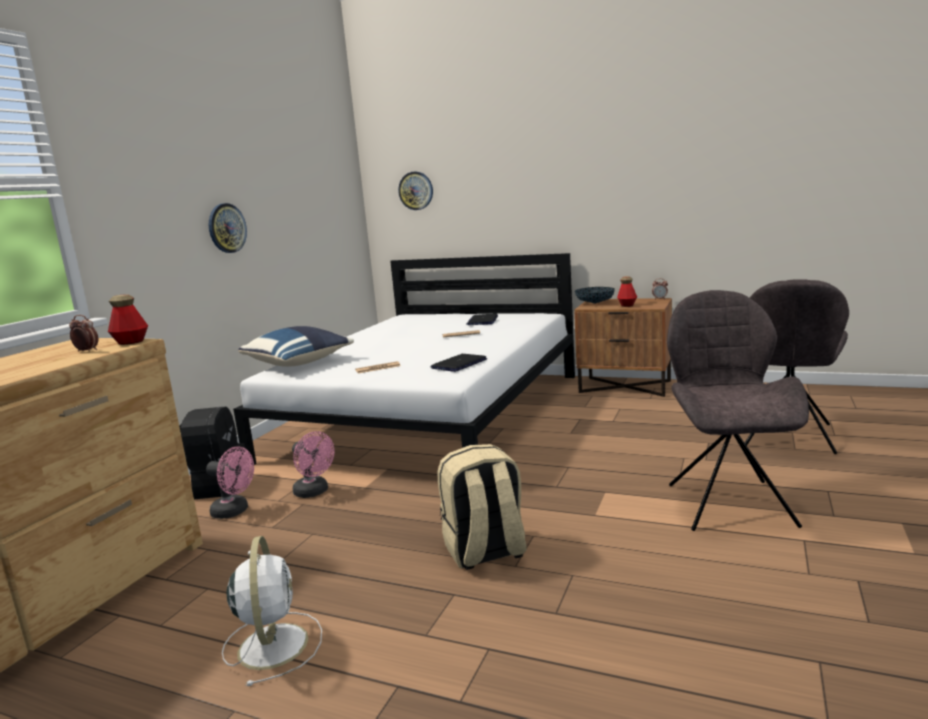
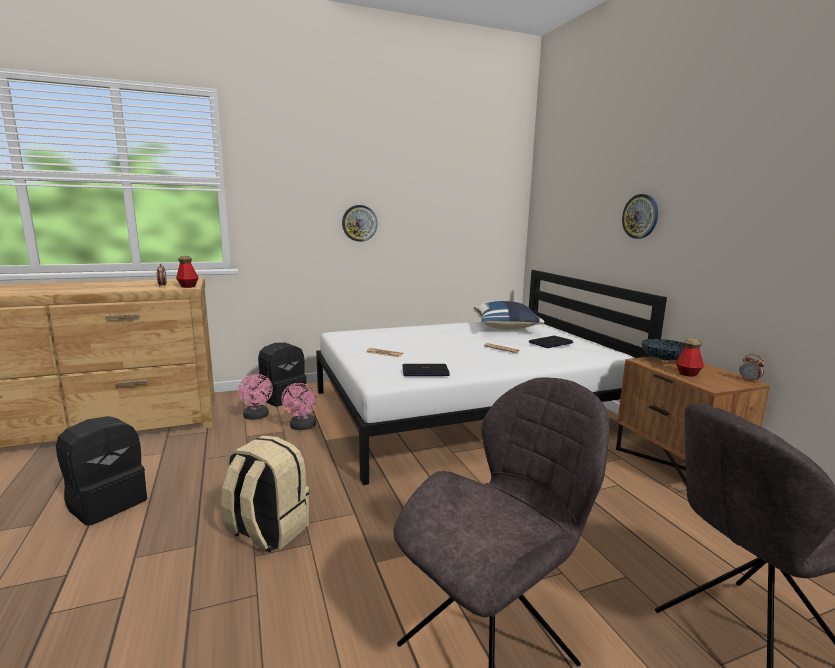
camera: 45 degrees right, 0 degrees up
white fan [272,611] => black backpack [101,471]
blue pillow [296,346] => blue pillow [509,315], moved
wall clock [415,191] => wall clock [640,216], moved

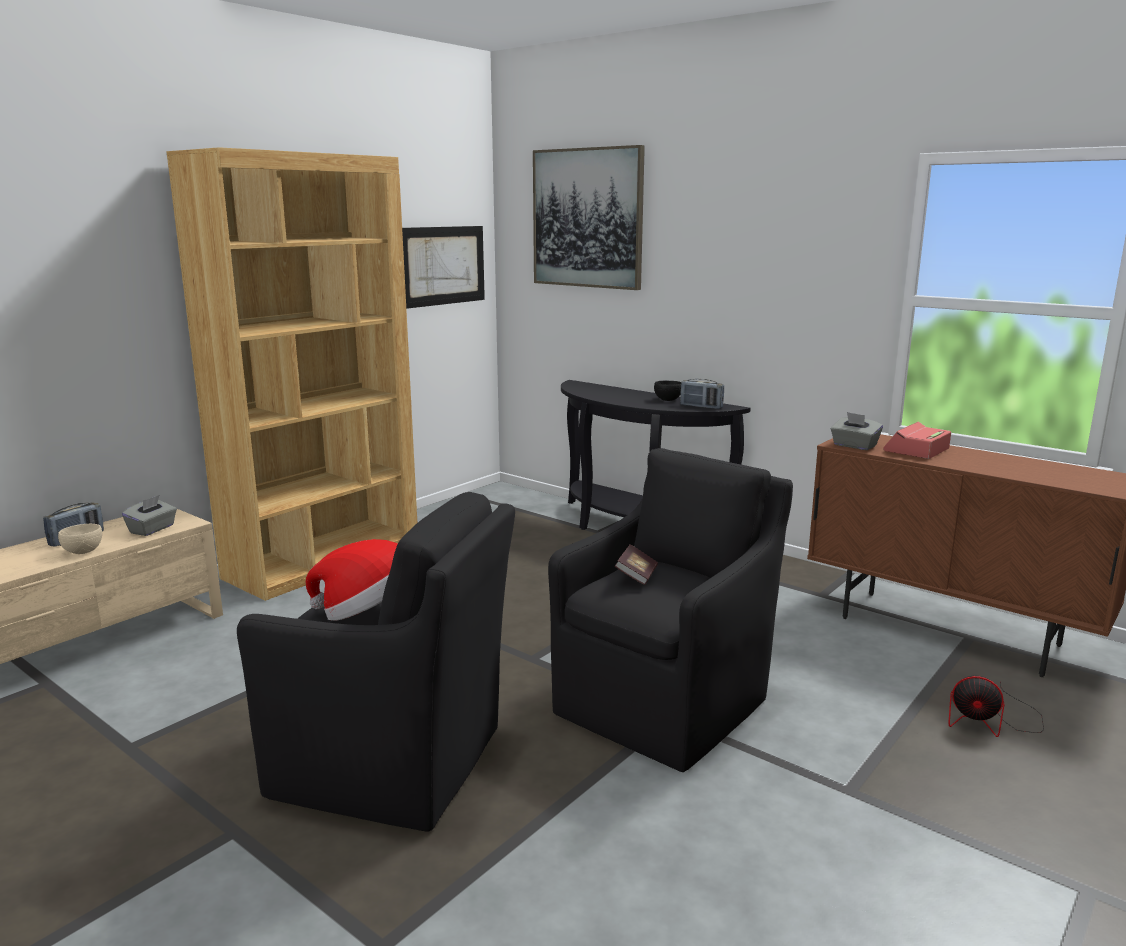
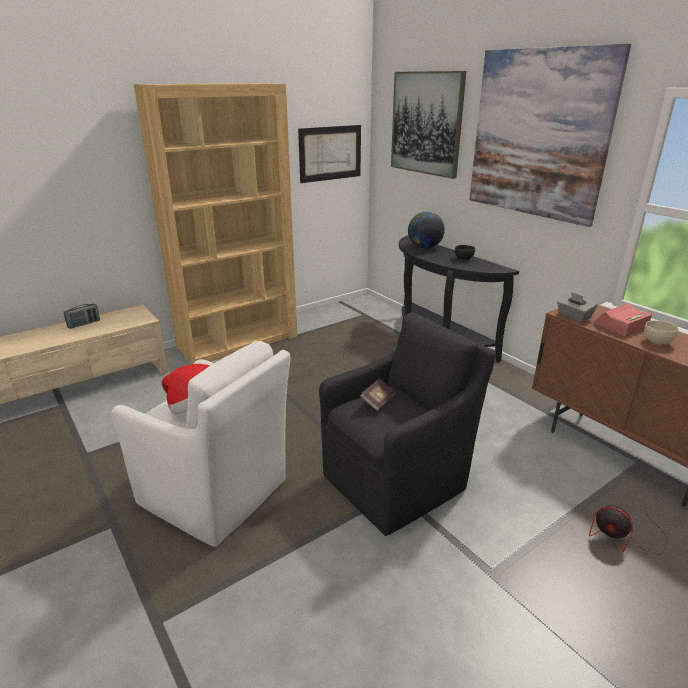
camera: 15 degrees right, 10 degrees up
beige bowl [80,539] => beige bowl [661,332], moved
grey tissue box [149,515] => nothing
black armchair [376,661] => white armchair [200,444]
radio [702,394] => nothing
nothing => globe [426,230]
nothing => picture [550,135]

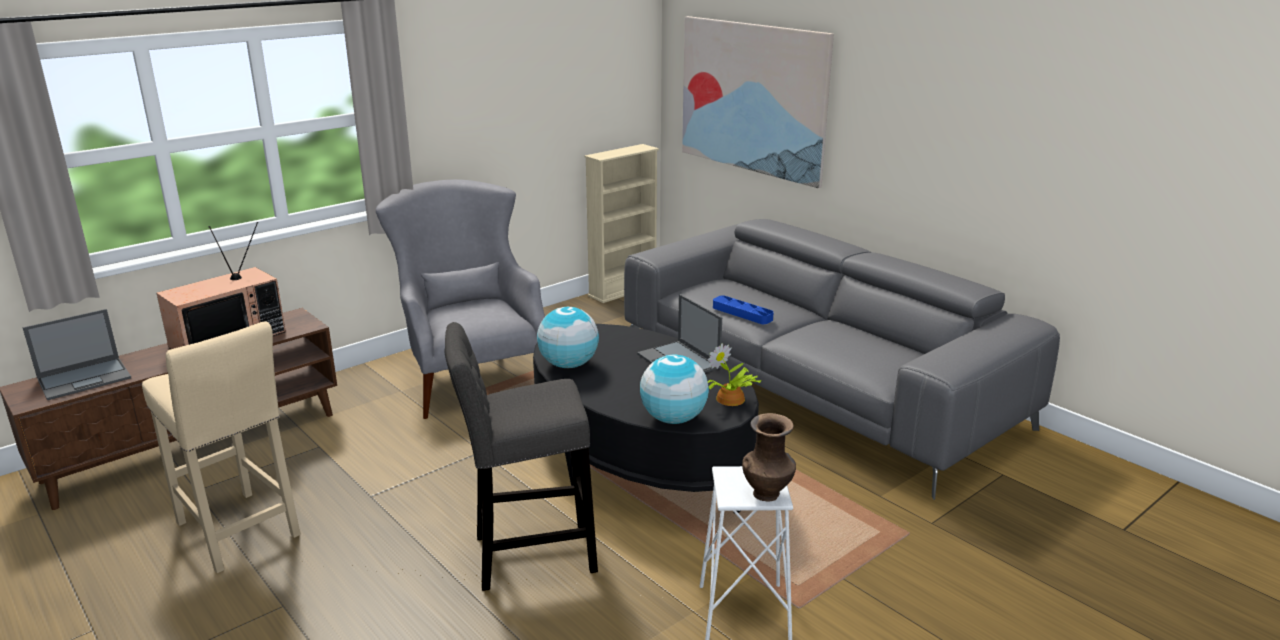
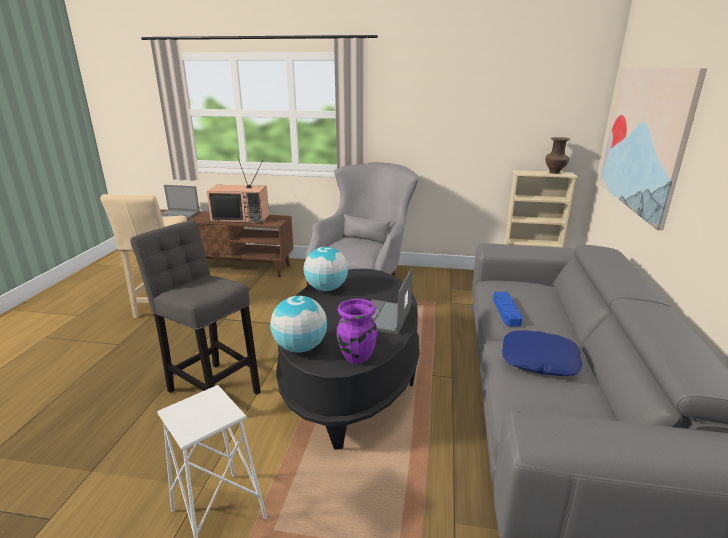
camera: 50 degrees right, 0 degrees up
potted plant [735,374] => purple vase [357,331]
brown vase [769,457] => brown vase [558,155], moved
nothing => blue pillow [542,353]

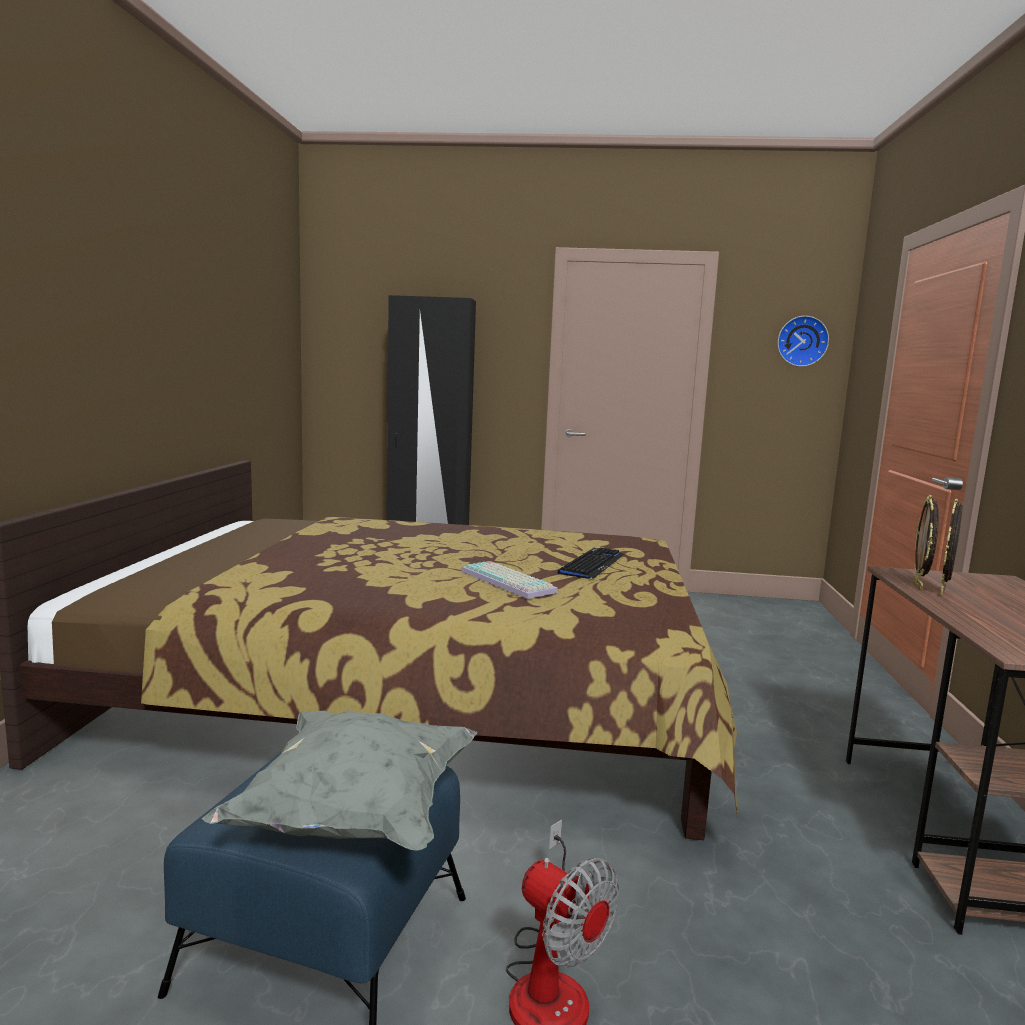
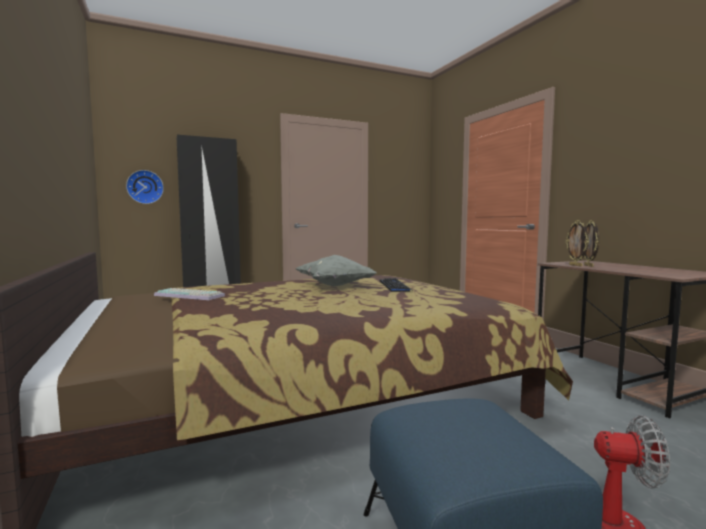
camera: 30 degrees left, 5 degrees down
grey pillow [340,780] => grey pillow [336,270], moved
keyboard [509,580] => keyboard [189,294], moved
wall clock [803,341] => wall clock [145,187], moved

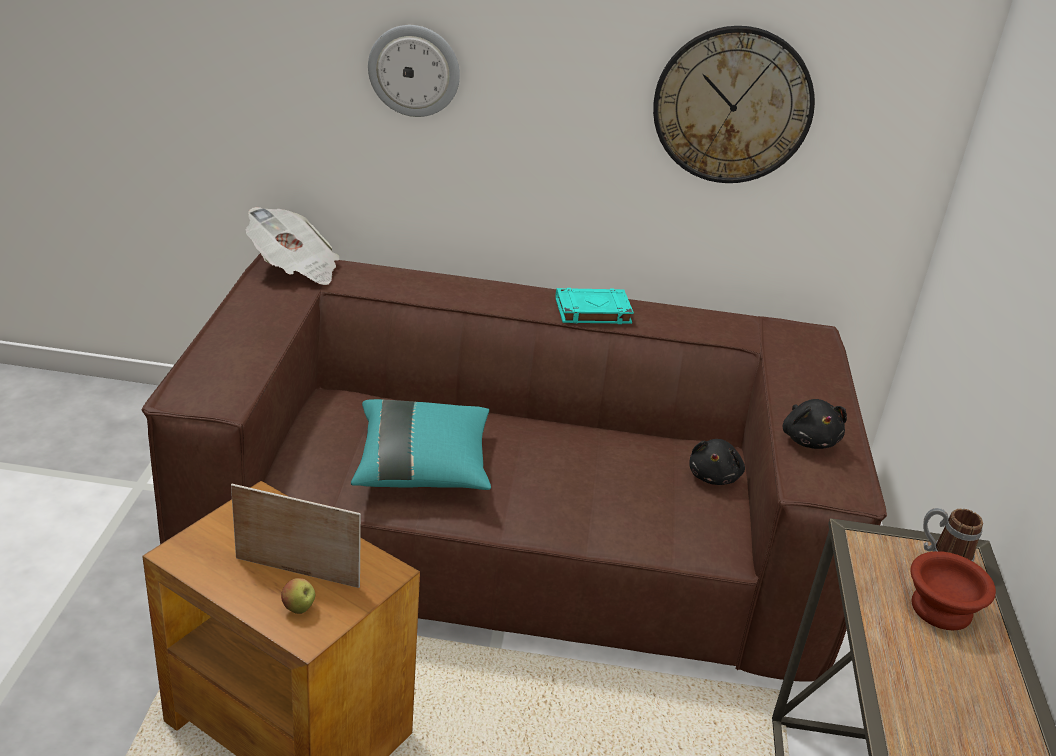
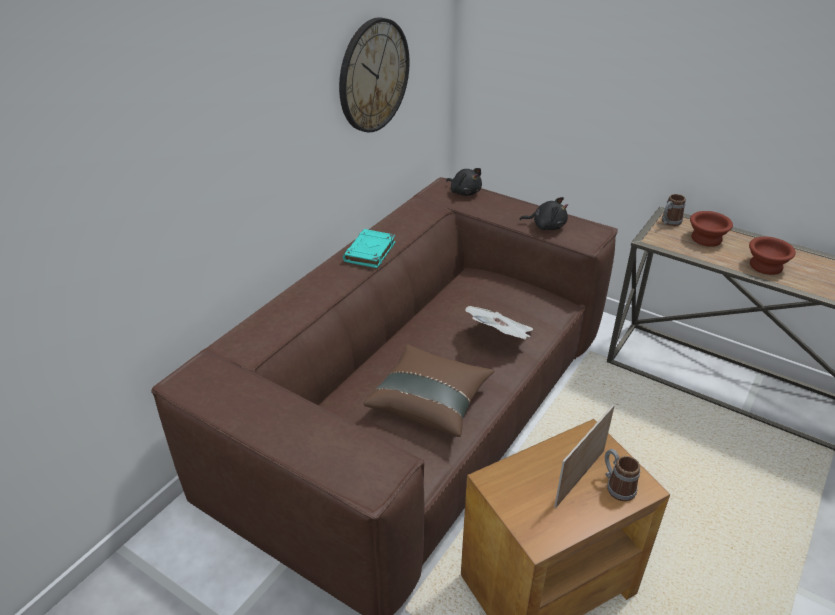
camera: 60 degrees left, 5 degrees up
newspaper [293,246] => newspaper [499,322], moved
apple [298,596] => mug [623,475]
turquoise pillow [421,444] => brown pillow [428,390]
wall clock [414,71] => nothing
black plush toy [717,462] => black plush toy [464,182], moved
nothing => brown bowl [772,256]

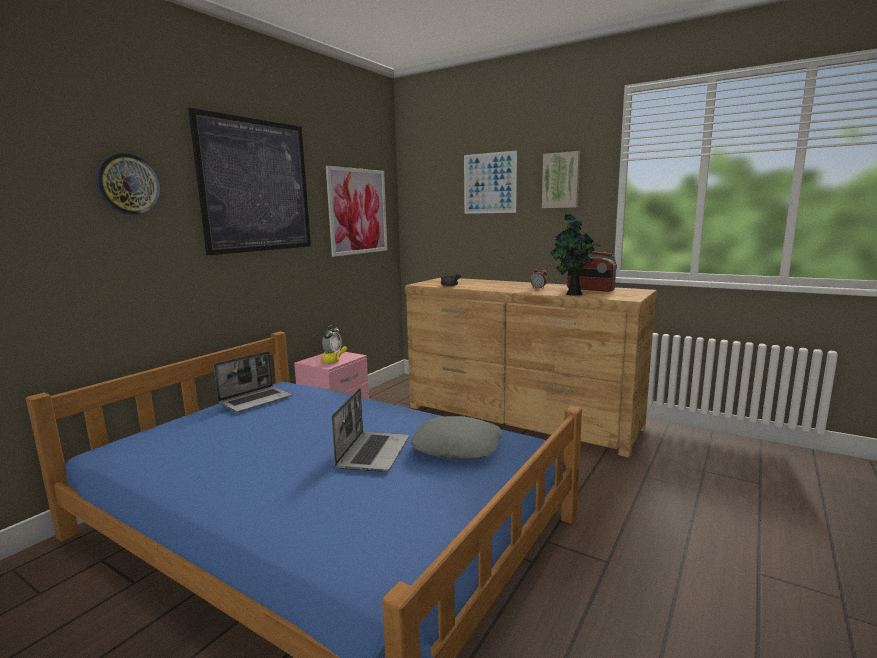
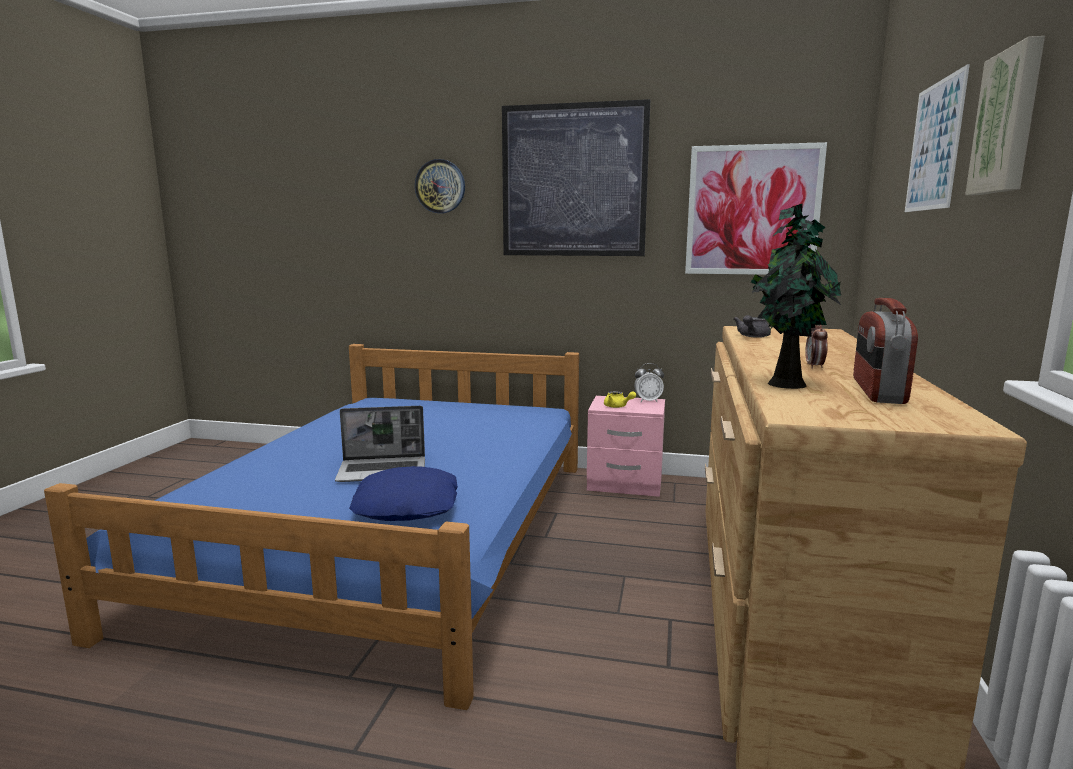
camera: 70 degrees right, 0 degrees up
laptop [253,381] => nothing
grey pillow [456,437] => blue pillow [403,493]

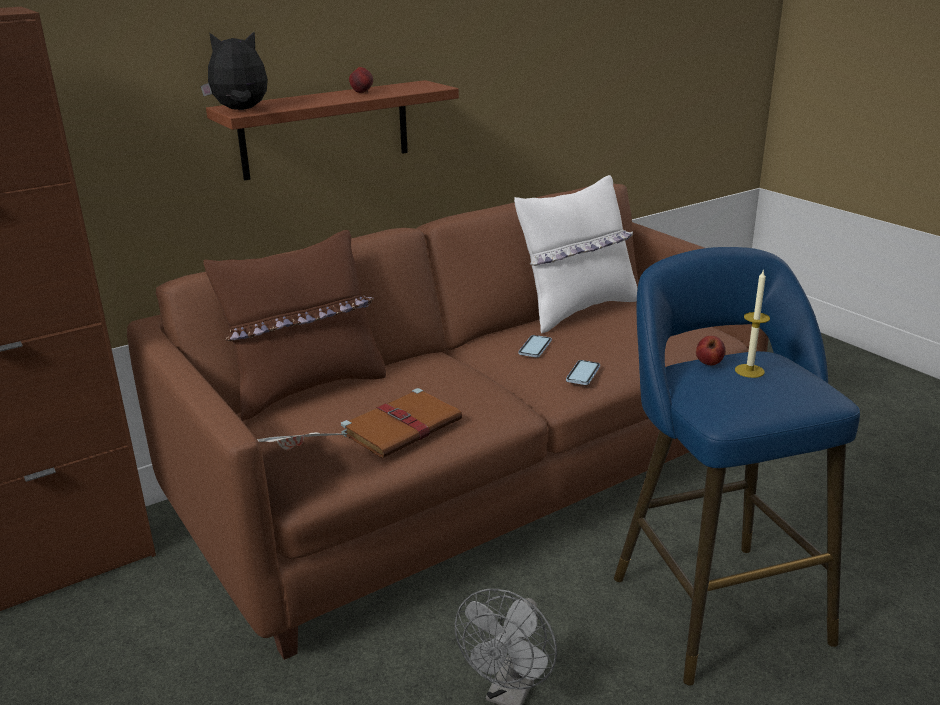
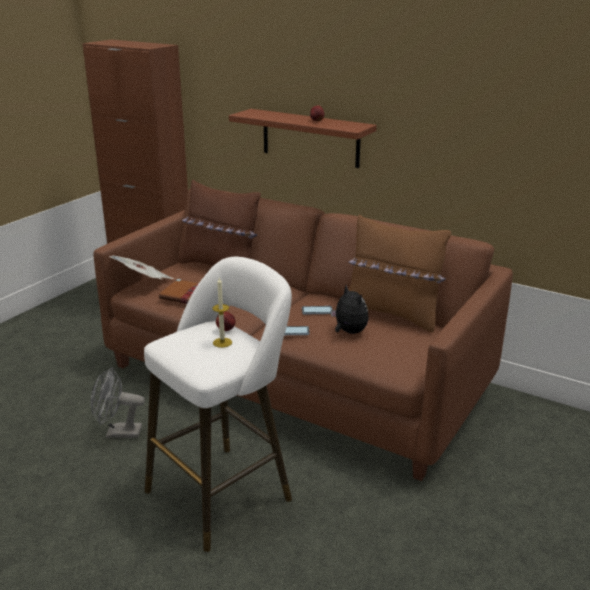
camera: 65 degrees right, 0 degrees up
plush toy [234,70] => plush toy [350,309], moved
white pillow [575,254] => brown pillow [399,273]
blue stool [737,466] => white stool [218,404]

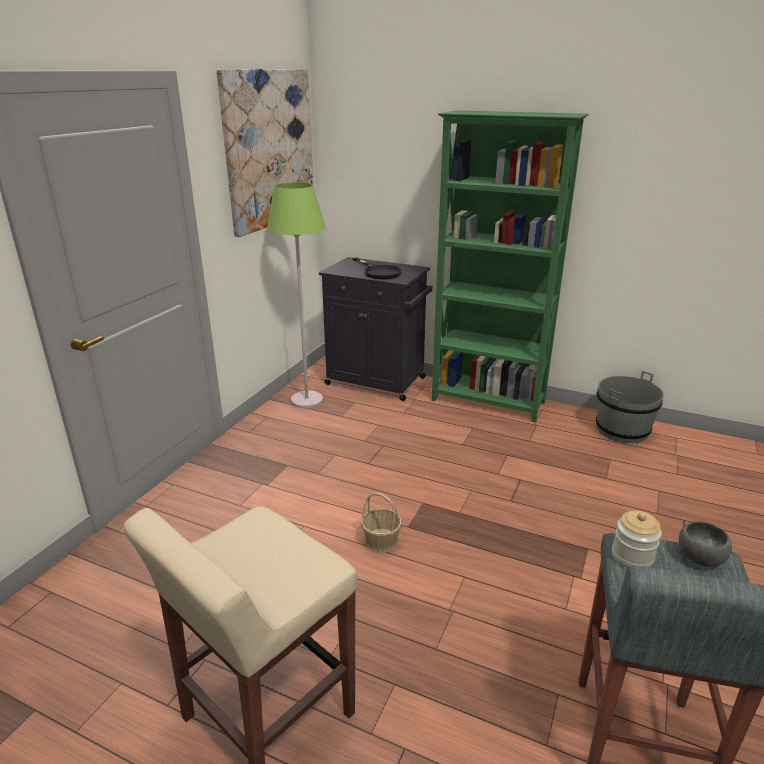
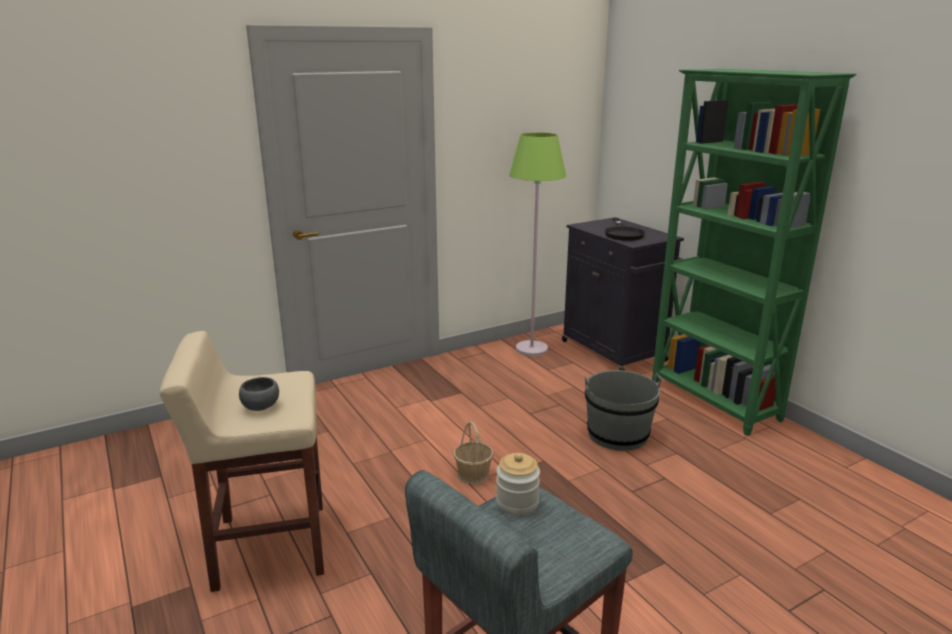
camera: 35 degrees right, 5 degrees down
picture [264,153] => nothing
grey bucket [630,407] => grey bucket [623,410], moved
grey bowl [705,544] => grey bowl [259,394], moved

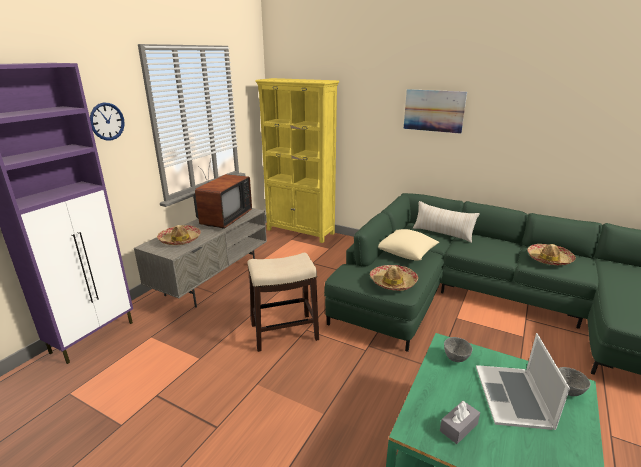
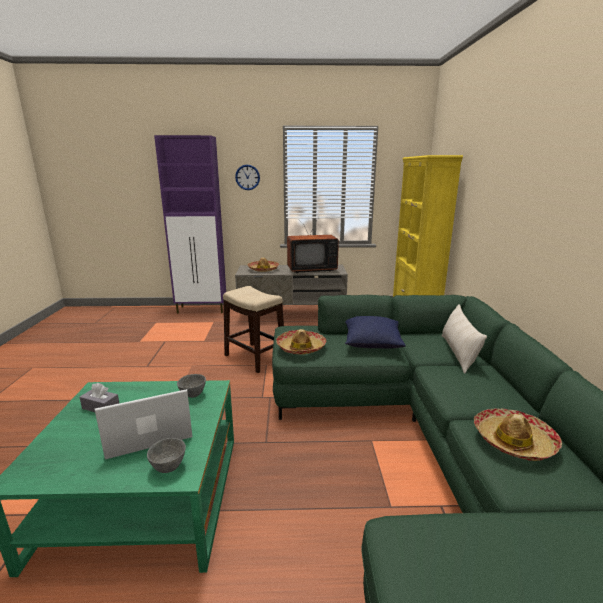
camera: 60 degrees right, 5 degrees down
beige pillow [408,245] => blue pillow [375,332]
picture [435,111] => nothing

